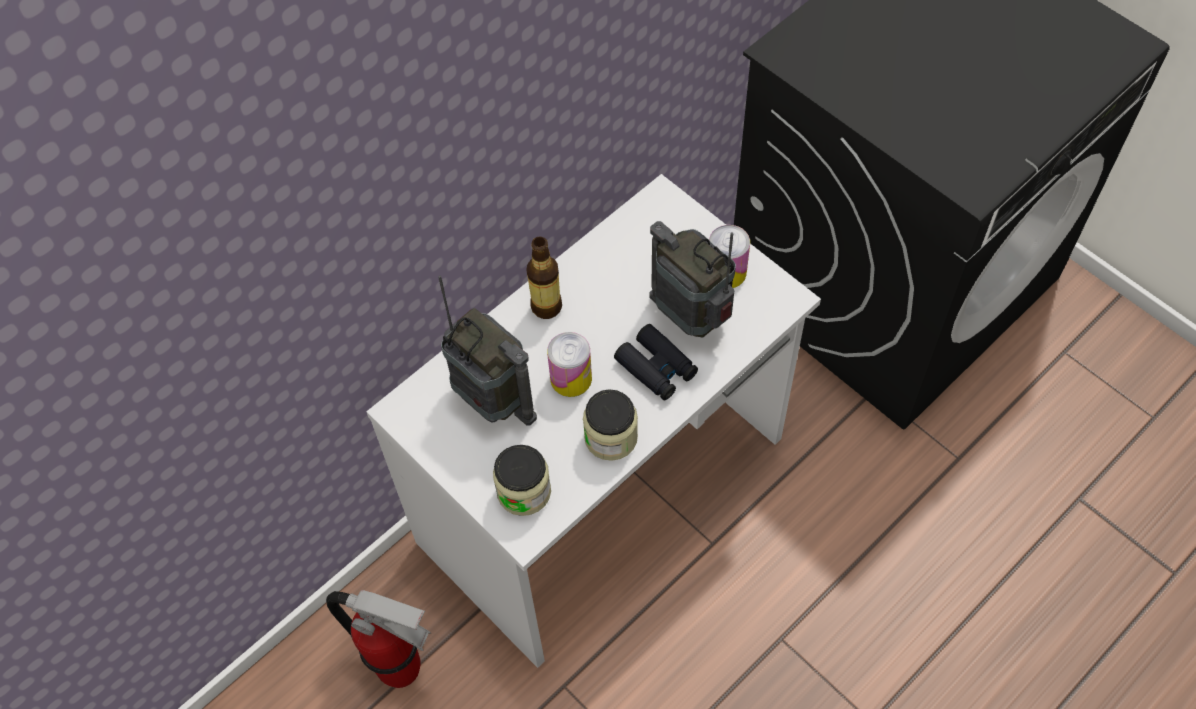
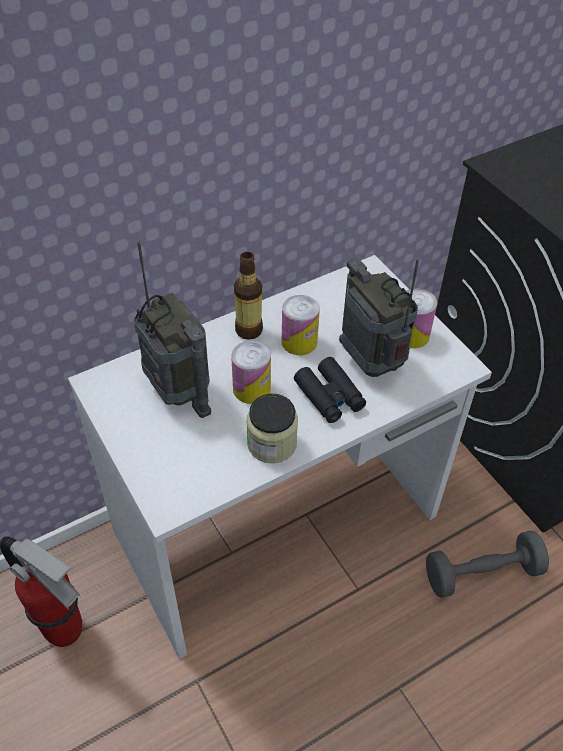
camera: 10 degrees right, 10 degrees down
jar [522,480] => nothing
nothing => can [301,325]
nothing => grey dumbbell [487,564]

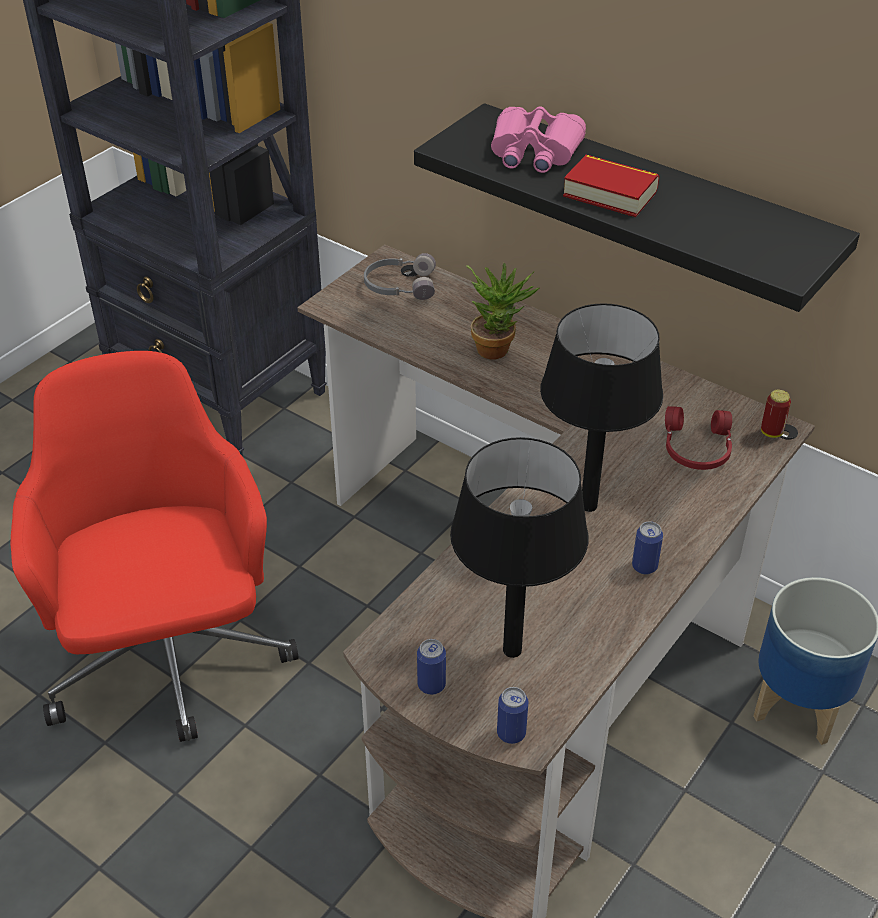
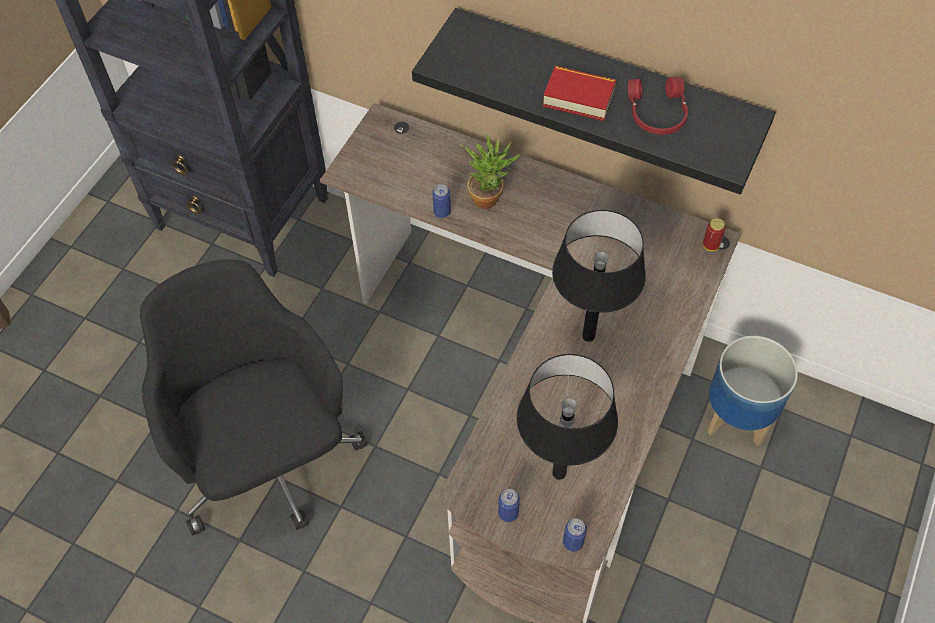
camera: 10 degrees left, 15 degrees up
red office chair [154,546] => black office chair [254,397]
grey headphones [400,276] => nothing
pink binoculars [538,139] => nothing
can [647,548] => can [441,201], moved
red headphones [698,438] => red headphones [658,106], moved

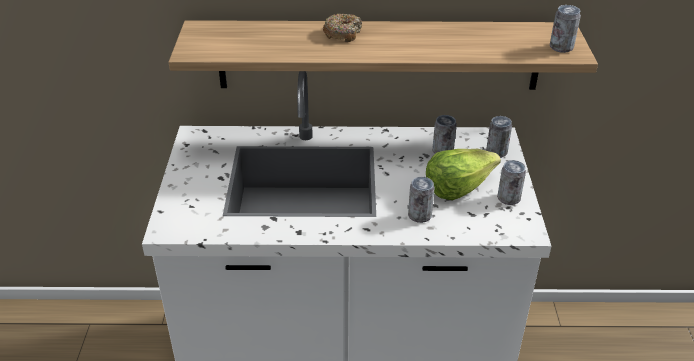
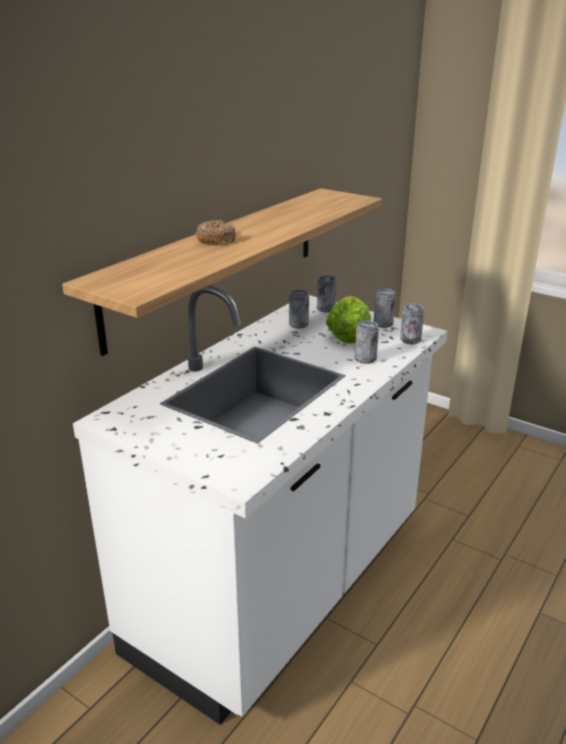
camera: 55 degrees left, 10 degrees down
can [565,29] => can [412,323], moved

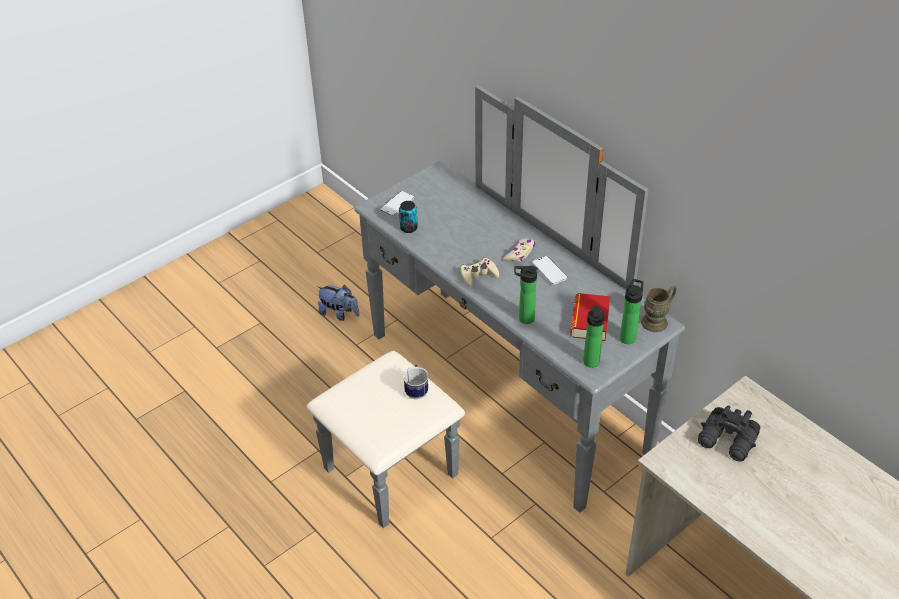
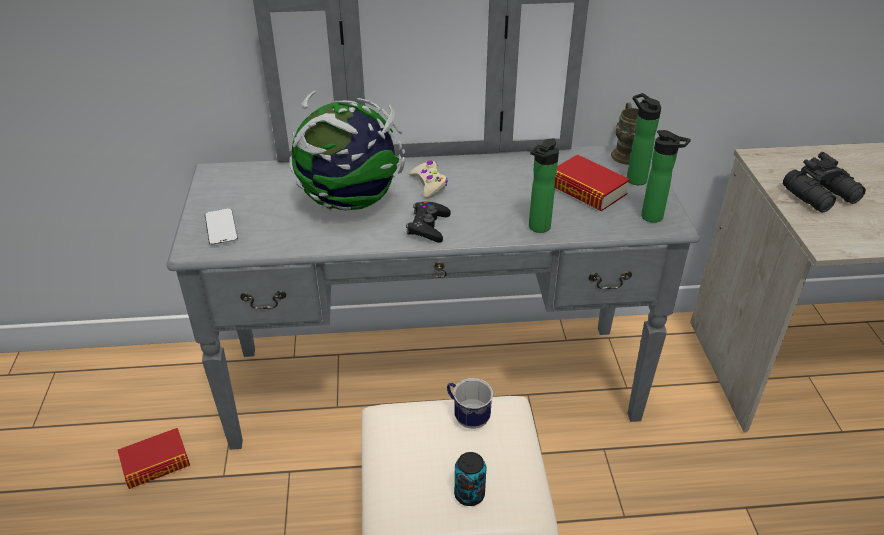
camera: 55 degrees left, 5 degrees down
plush toy [338,303] => book [154,458]
can [408,217] => can [470,479], moved
beige game controller [480,272] => black game controller [428,222]
phone [549,270] => nothing
nothing => globe [347,151]

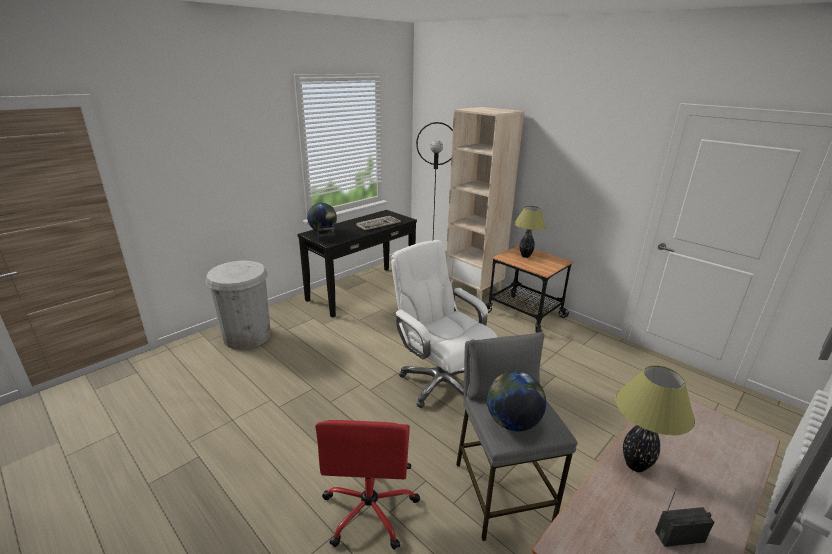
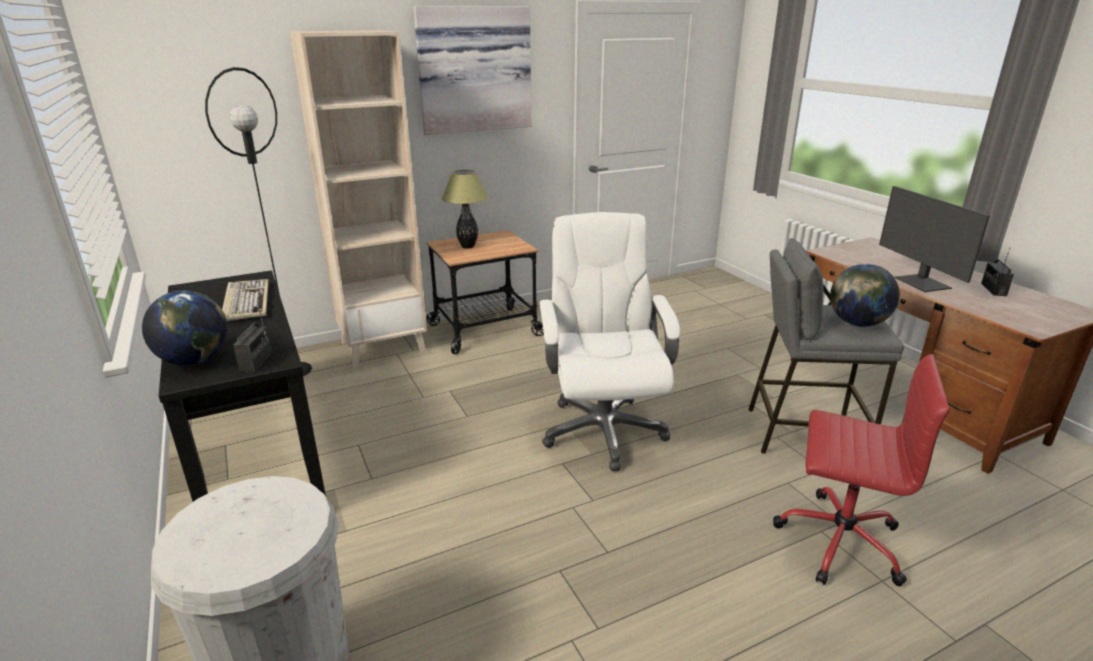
camera: 70 degrees left, 0 degrees up
white office chair [444,324] => white office chair [609,341], 105 degrees clockwise
table lamp [655,418] => monitor [934,239]
nothing => picture [472,70]

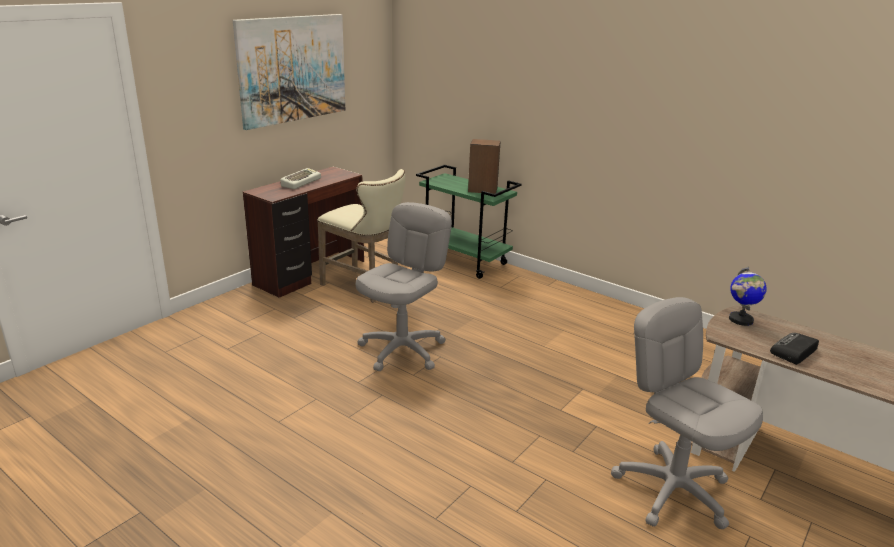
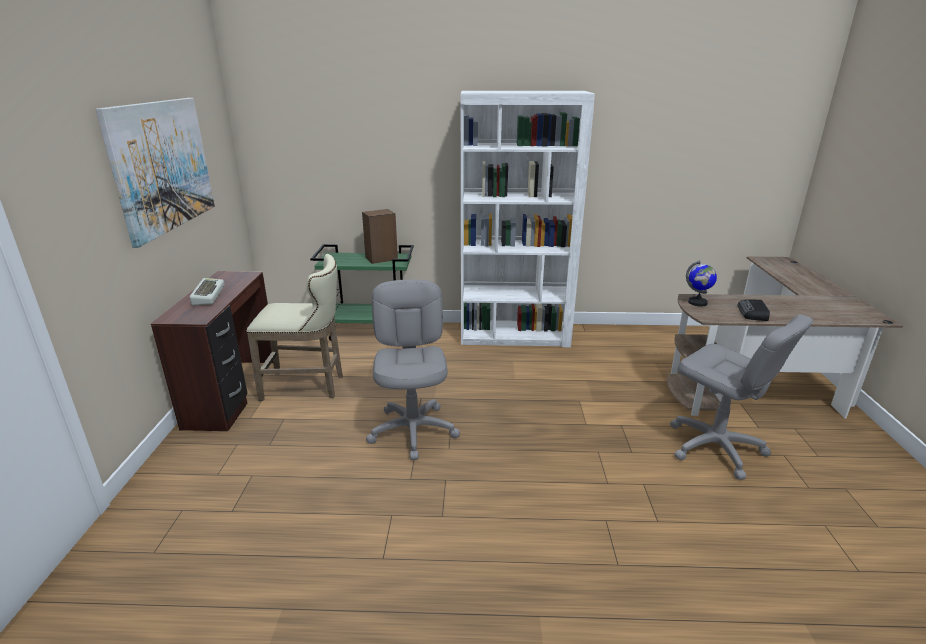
camera: 35 degrees left, 0 degrees up
grey office chair [687,413] => grey office chair [741,397], 150 degrees counterclockwise
nothing => white bookcase [527,219]

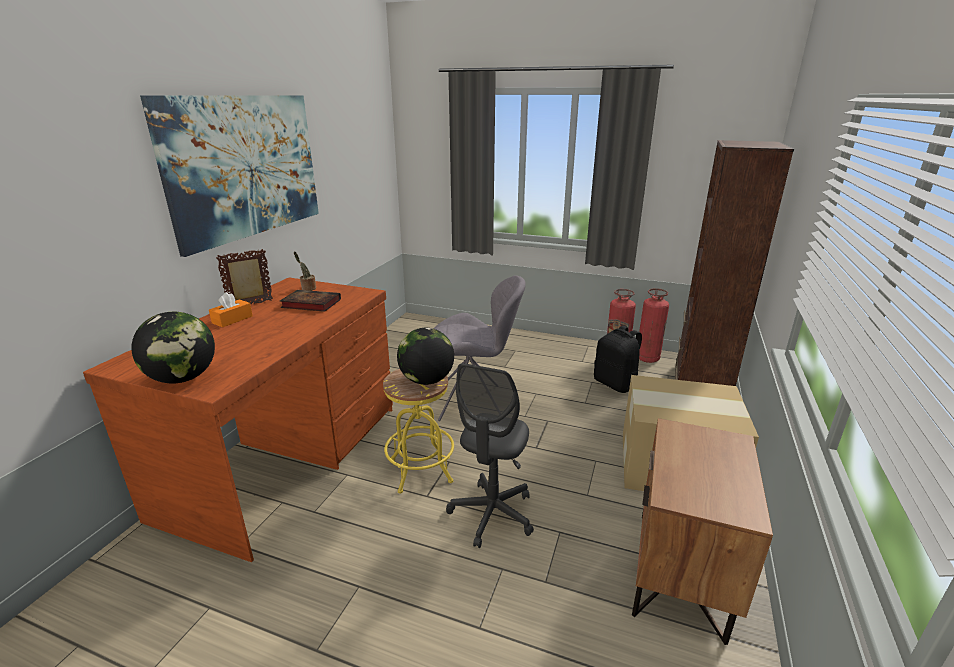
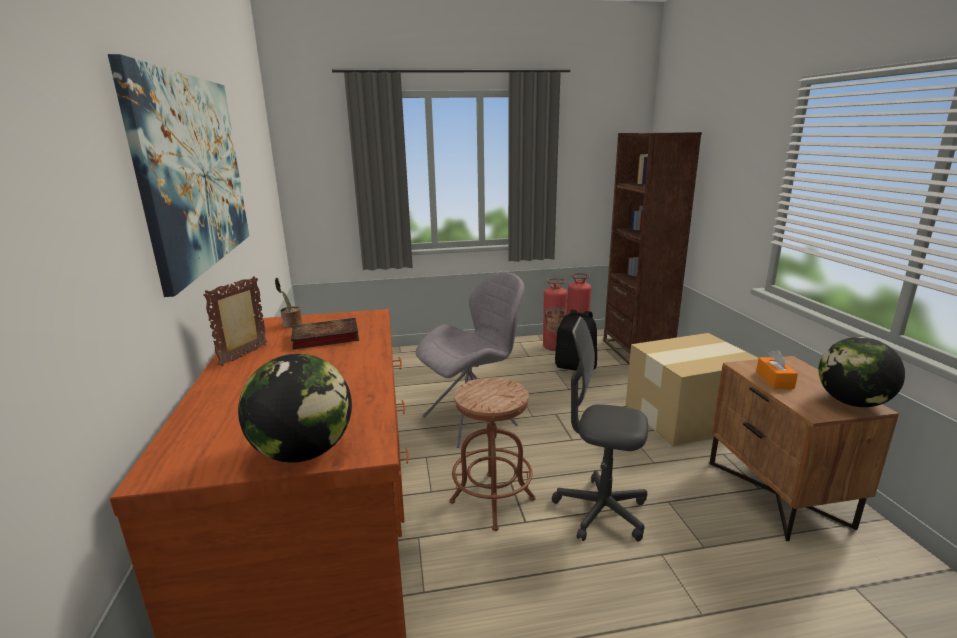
camera: 30 degrees left, 5 degrees down
orange tissue box [231,309] => orange tissue box [777,369], moved
yellow stool [418,431] => brown stool [492,454]
globe [425,356] => globe [862,372], moved
grey office chair [490,455] => grey office chair [600,429], 120 degrees clockwise

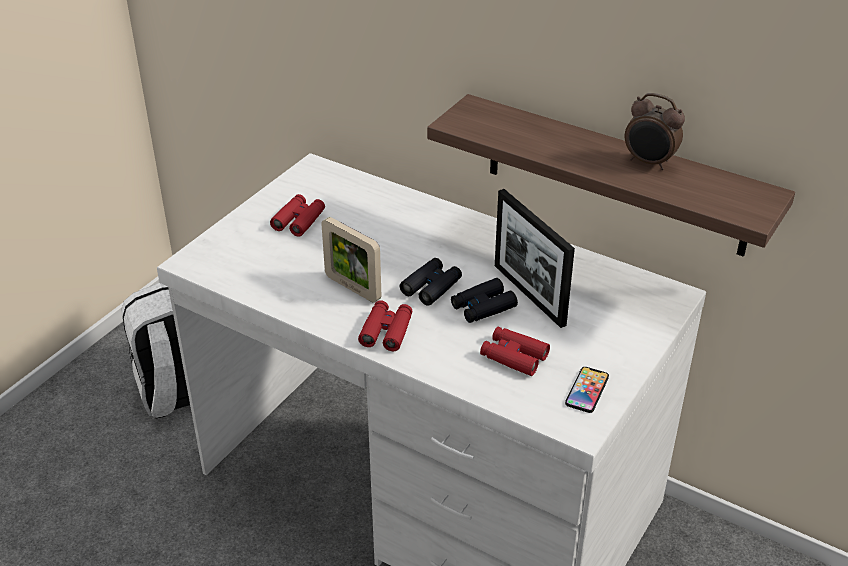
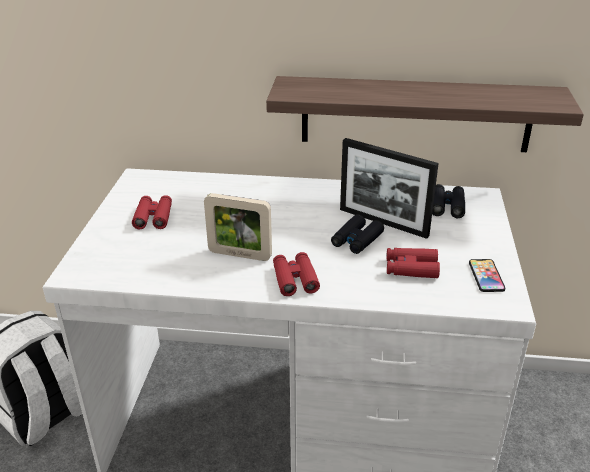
camera: 25 degrees left, 5 degrees down
black binoculars [431,282] => black binoculars [448,201], moved
alarm clock [655,131] => nothing

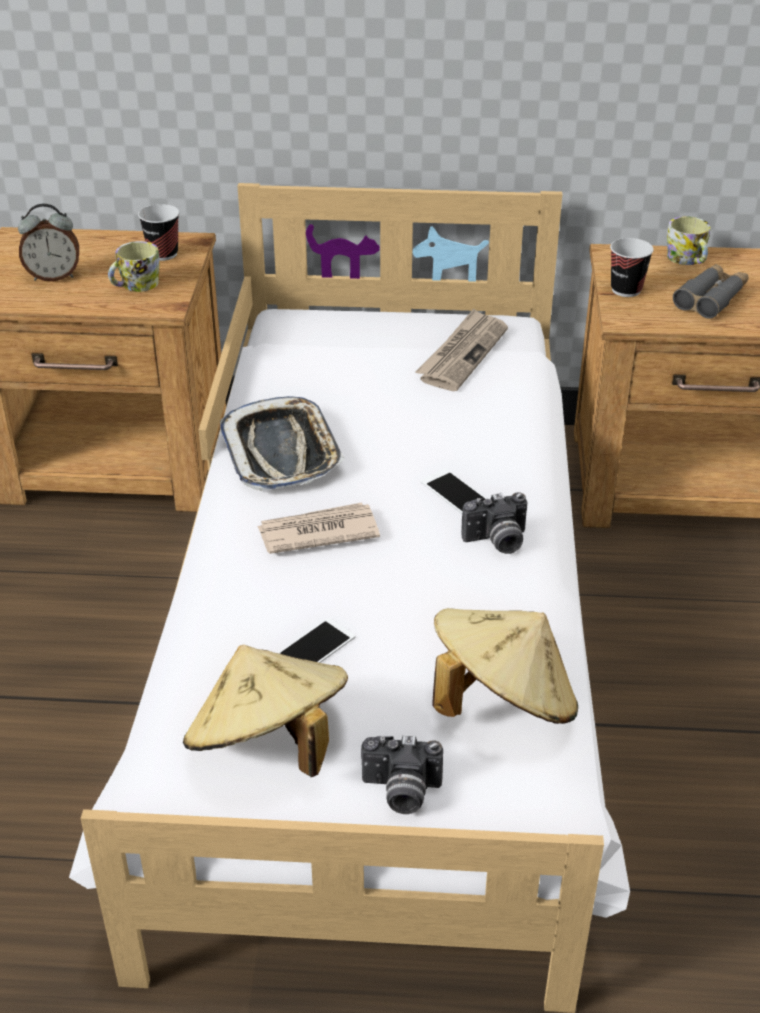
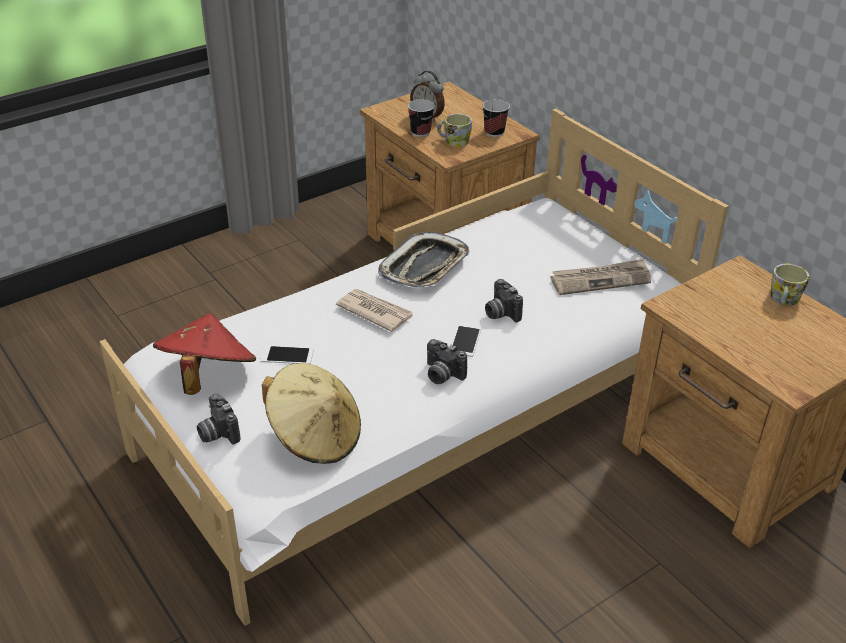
camera: 50 degrees right, 0 degrees up
beige hat [265,711] => red hat [204,354]
cup [632,267] => cup [421,118], moved
grey binoculars [711,291] => nothing
nothing => photo camera [504,300]

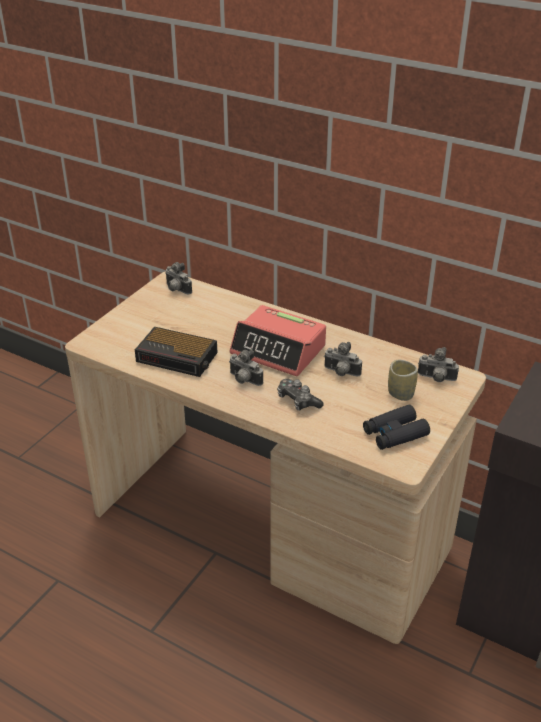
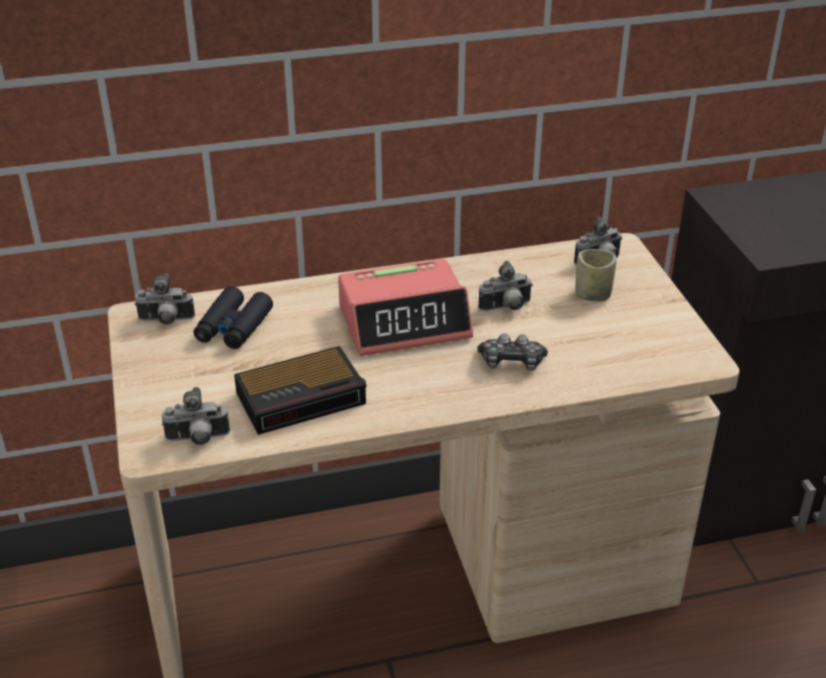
camera: 45 degrees left, 0 degrees up
photo camera [246,368] => photo camera [196,416], moved
black binoculars [396,427] => black binoculars [233,317], moved

